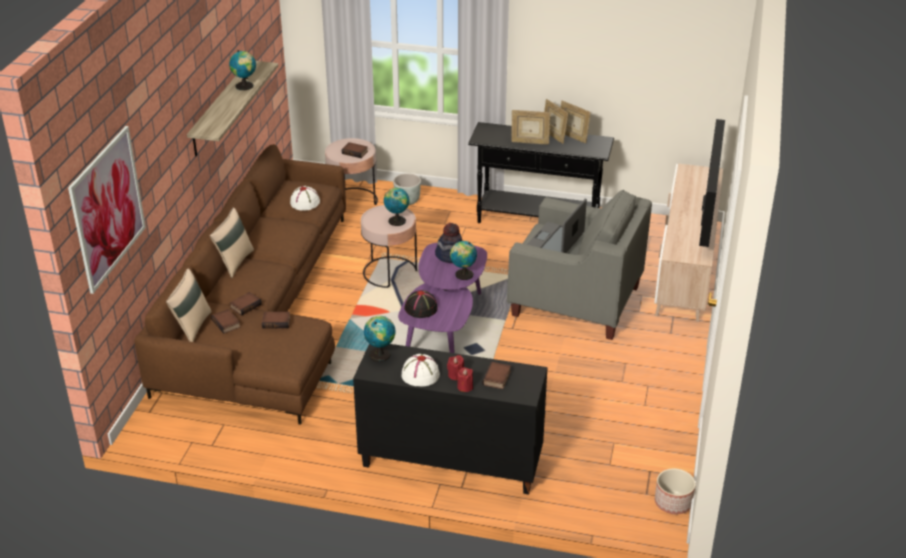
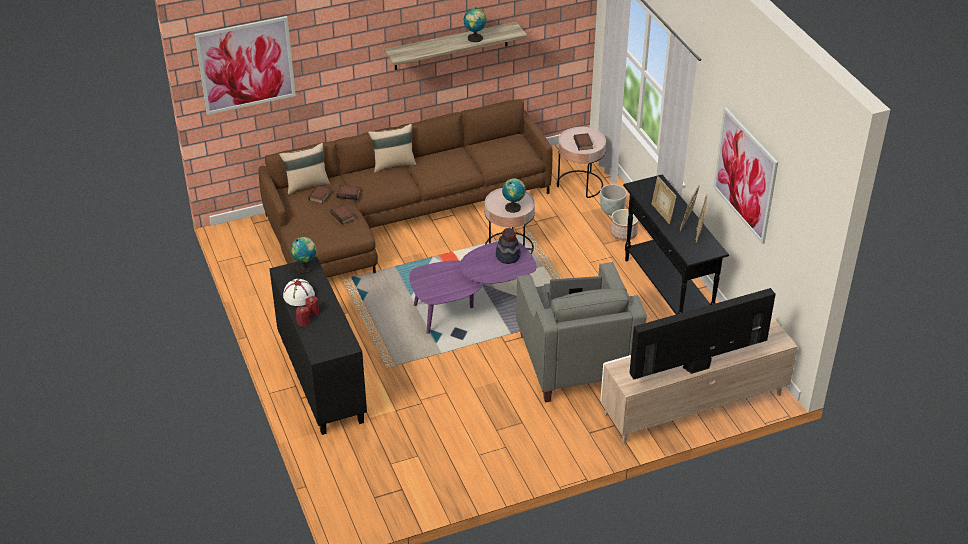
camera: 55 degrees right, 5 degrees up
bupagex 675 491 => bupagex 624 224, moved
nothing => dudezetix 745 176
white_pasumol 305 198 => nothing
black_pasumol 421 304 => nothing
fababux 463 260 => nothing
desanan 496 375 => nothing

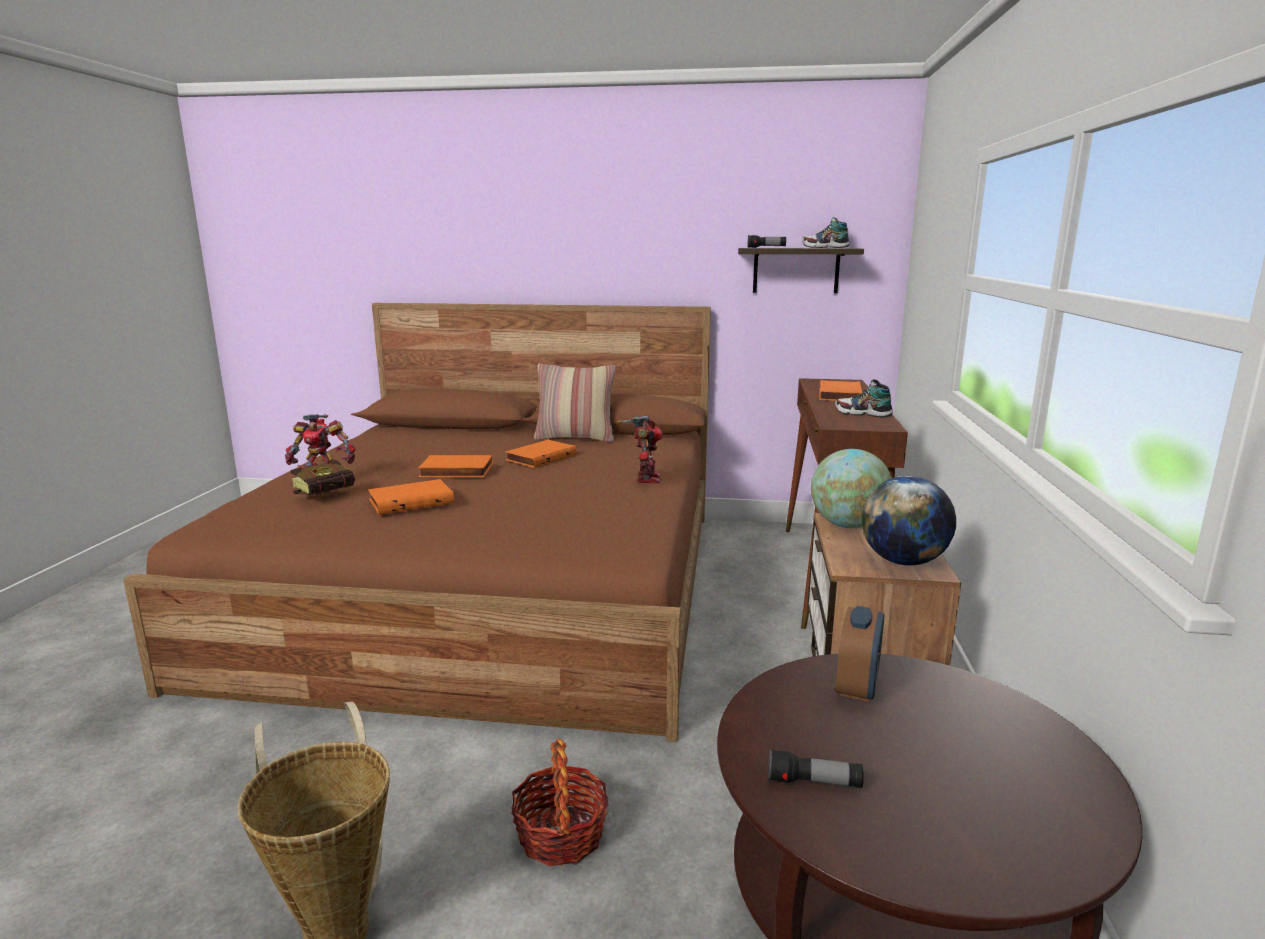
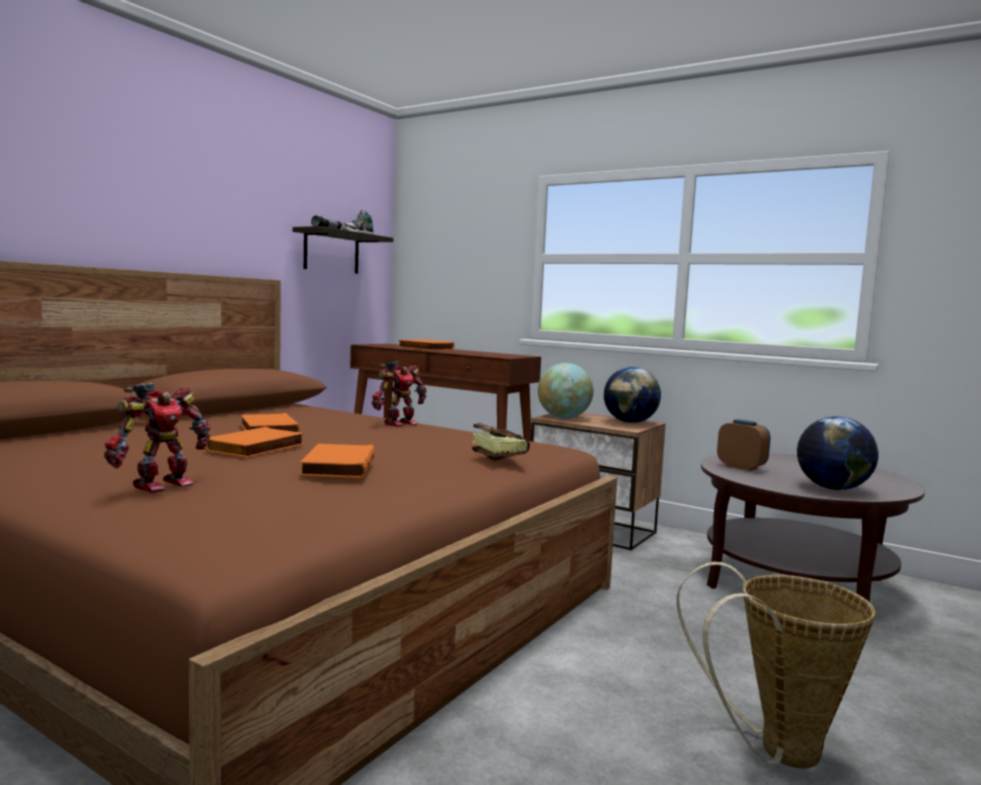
camera: 65 degrees left, 10 degrees down
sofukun 639 449 => sofukun 399 394, 105 degrees clockwise
desanan 323 477 => desanan 501 442, moved
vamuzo 816 768 => fababux 837 453
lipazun 560 802 => nothing
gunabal 575 402 => nothing
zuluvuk 864 398 => nothing

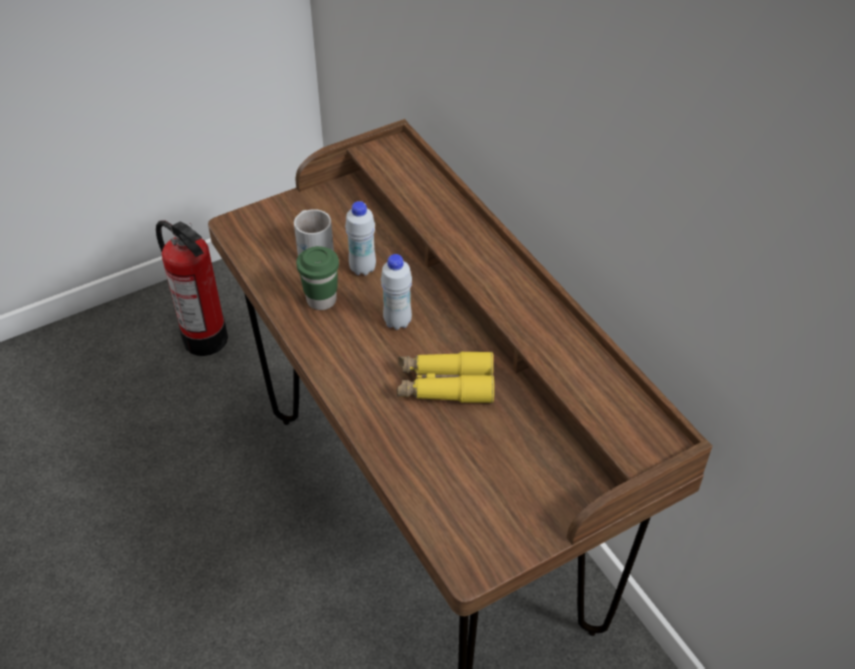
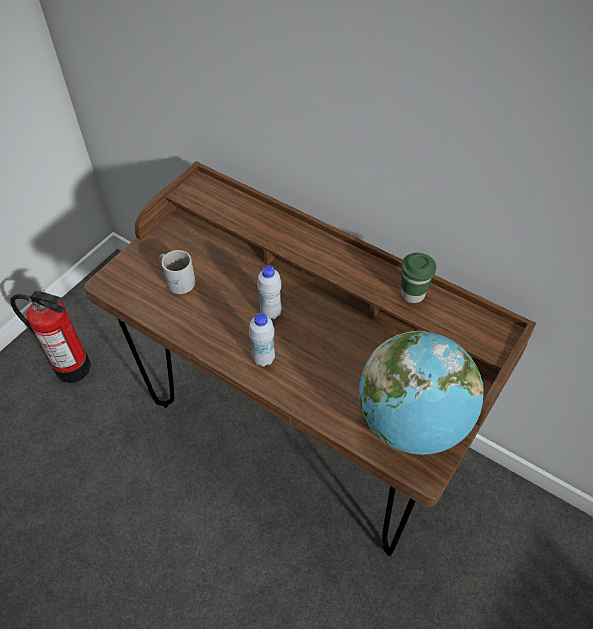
camera: 25 degrees left, 5 degrees up
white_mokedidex 360 238 => white_mokedidex 262 340, moved
nothing => fababux 421 393
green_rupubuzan 317 278 => green_rupubuzan 418 278, moved
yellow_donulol 445 377 => nothing

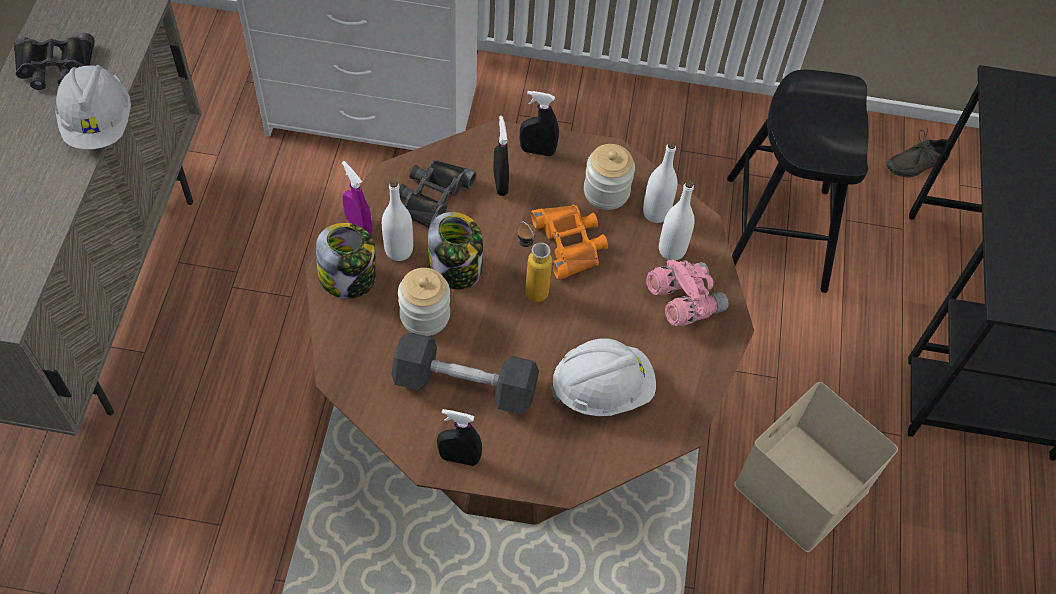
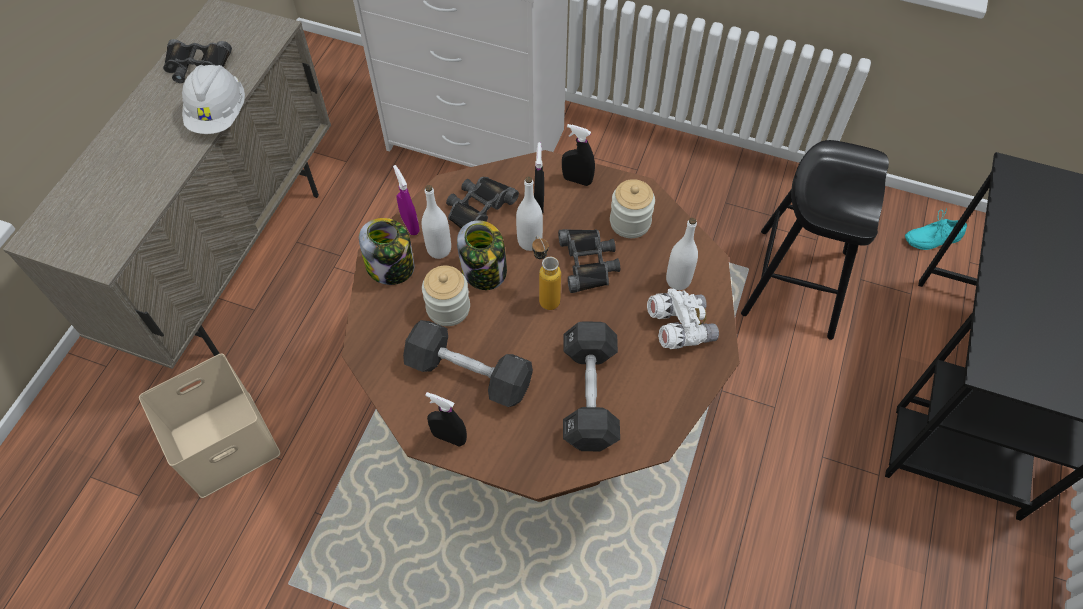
camera: 15 degrees right, 0 degrees up
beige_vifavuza 816 467 => beige_vifavuza 209 426, moved
white_mokedidex 660 182 => white_mokedidex 529 214, moved
orange_donulol 569 242 => black_donulol 589 261
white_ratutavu 603 377 => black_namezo 591 386
pink_donulol 687 293 => white_donulol 683 318
grey_zuluvuk 918 152 => turquoise_zuluvuk 936 229

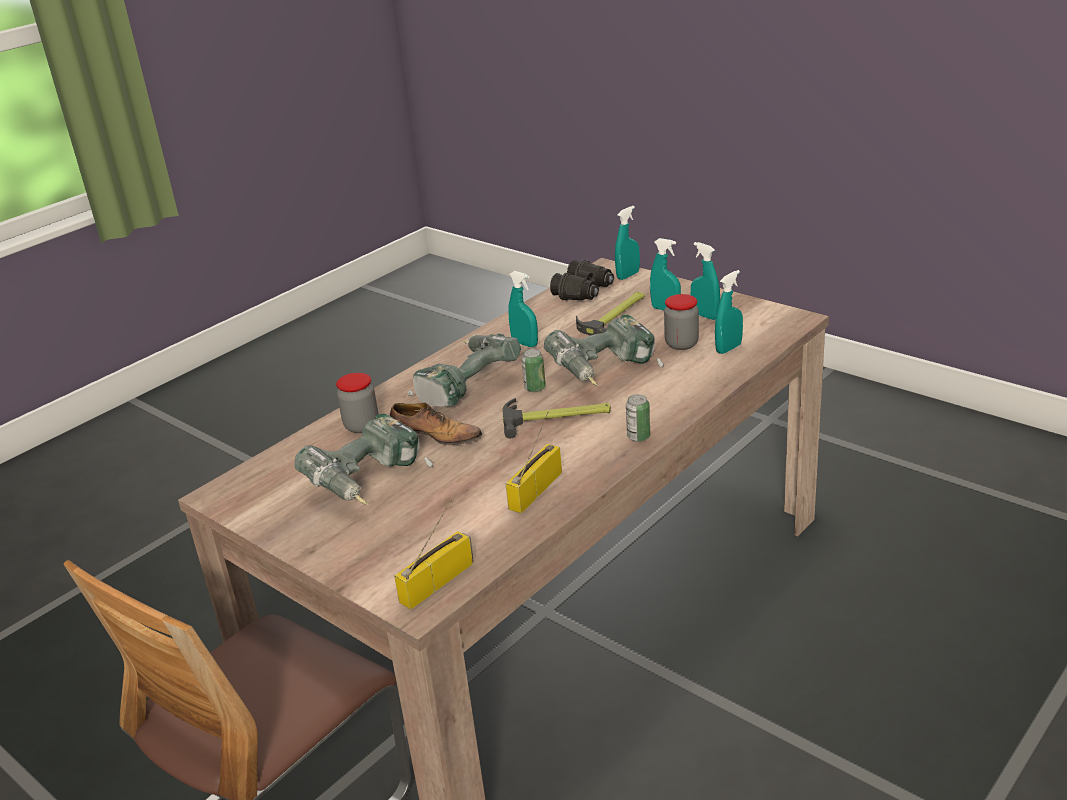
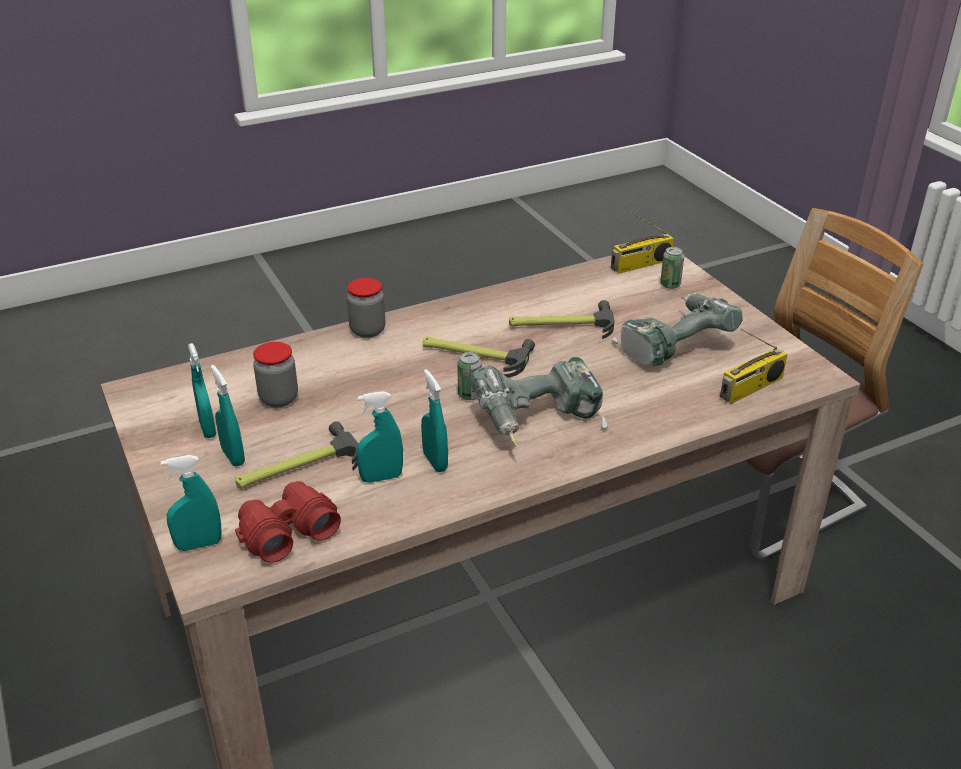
camera: 160 degrees left, 5 degrees up
black_donulol 582 280 => red_donulol 288 522
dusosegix 357 403 => dusosegix 366 308, moved
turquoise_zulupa 729 312 => turquoise_zulupa 379 437, moved
nothing => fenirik 562 319
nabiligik 638 418 => nabiligik 672 268, moved
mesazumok 534 462 => mesazumok 753 366, moved
zuluvuk 436 424 => nothing
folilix 604 350 => nothing

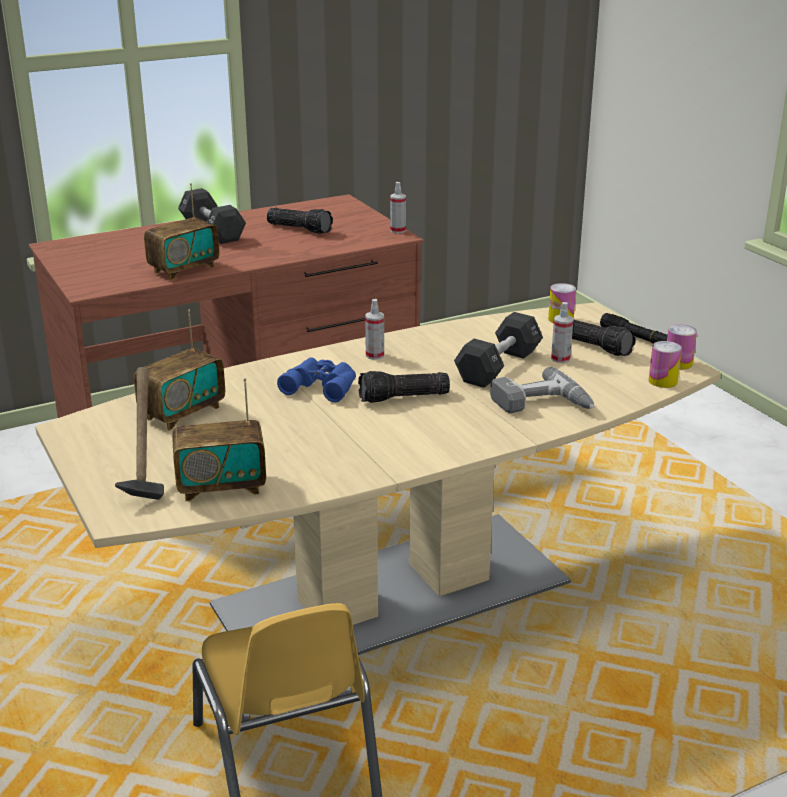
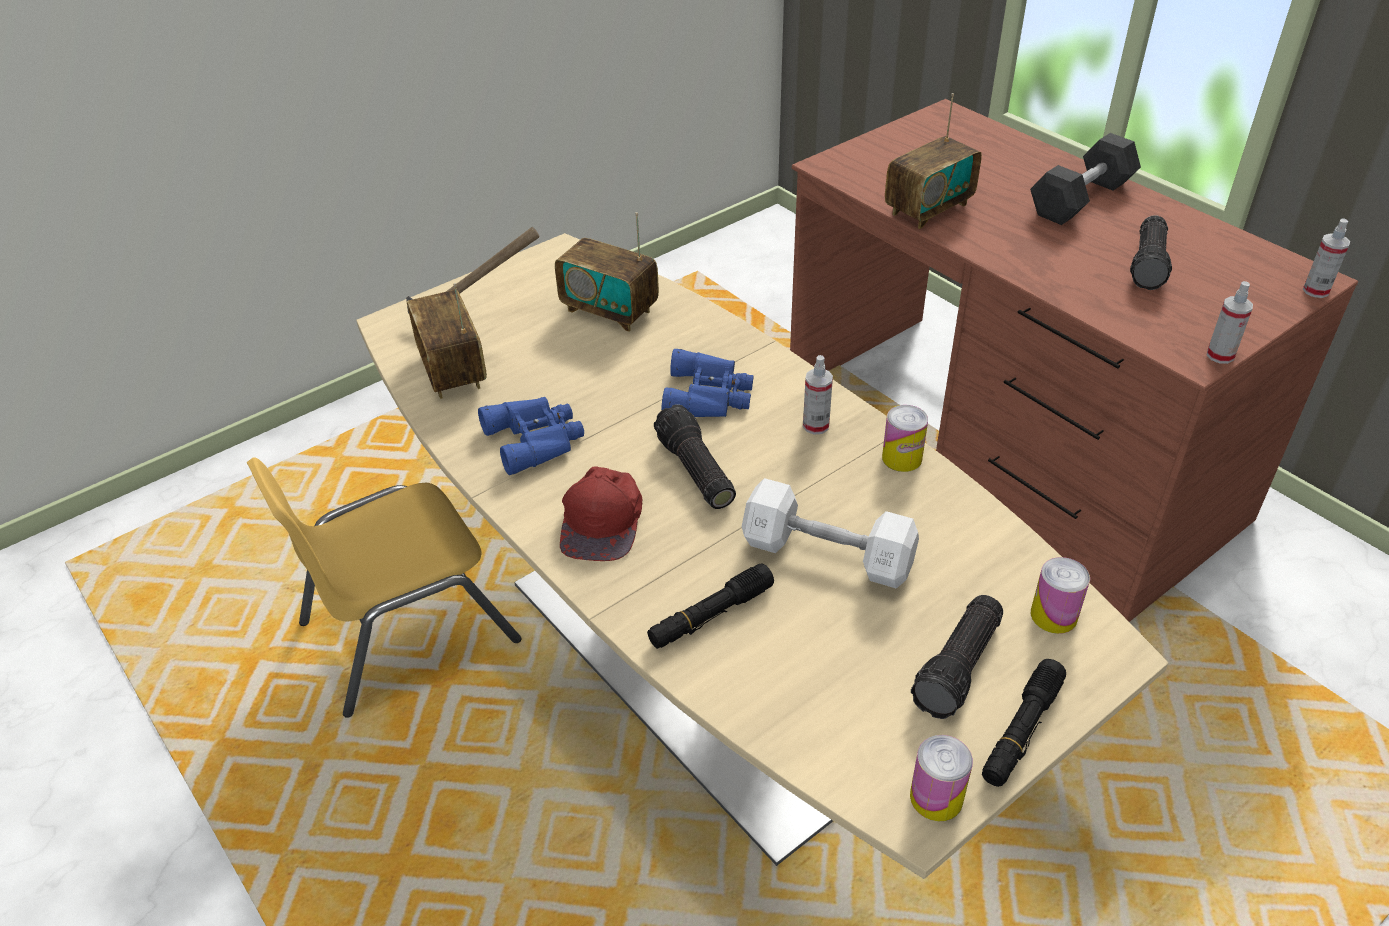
camera: 80 degrees right, 15 degrees up
nothing => blue_donulol 531 436
nothing => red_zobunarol 601 513
folilix 542 390 => black_vamuzo 710 606
black_namezo 498 350 => white_namezo 830 533
nabiligik 665 364 => nabiligik 905 438, moved
mesazumok 181 231 => mesazumok 933 161, 75 degrees counterclockwise
zulupa 562 332 => zulupa 1326 258, moved

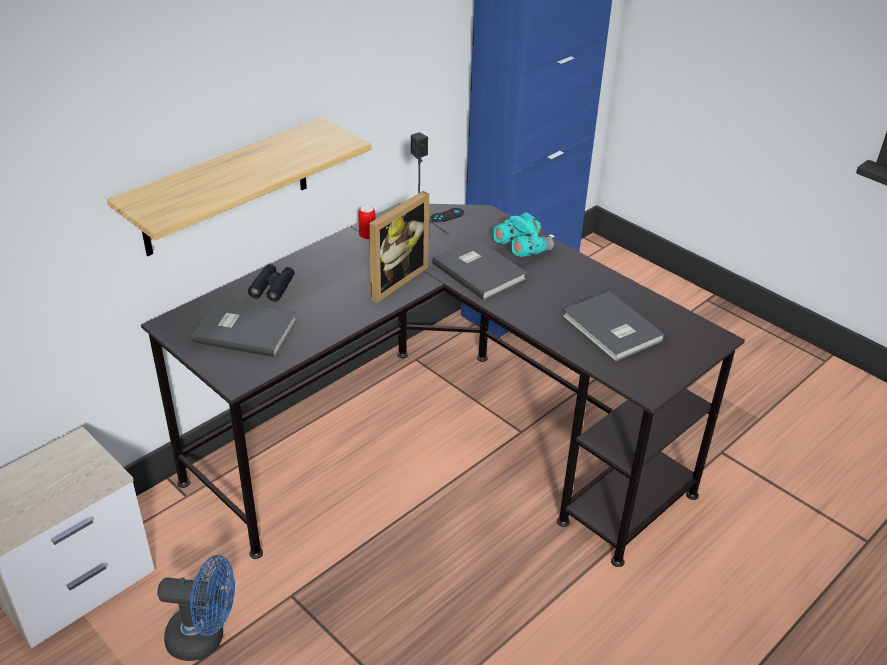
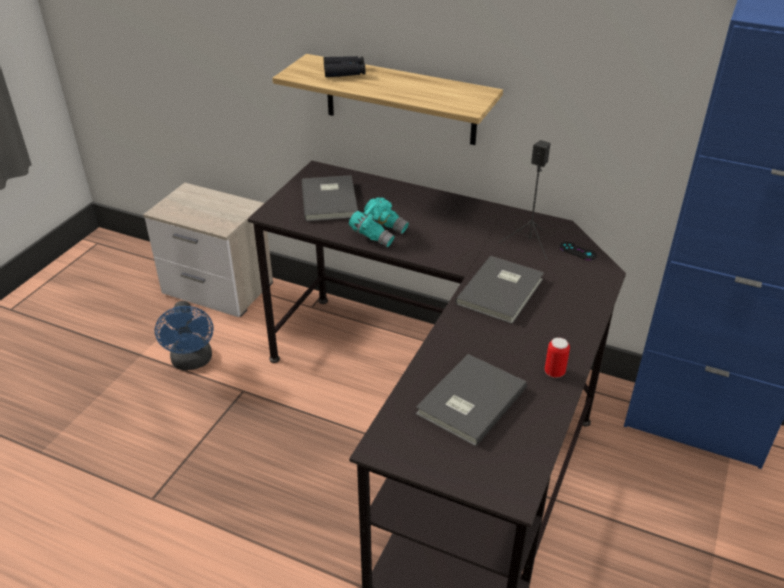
camera: 70 degrees right, 0 degrees up
black_donulol 271 283 => black_donulol 345 66, moved
turquoise_donulol 523 234 => turquoise_donulol 379 222, moved
nabiligik 366 222 => nabiligik 557 358, moved
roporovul 399 247 => nothing

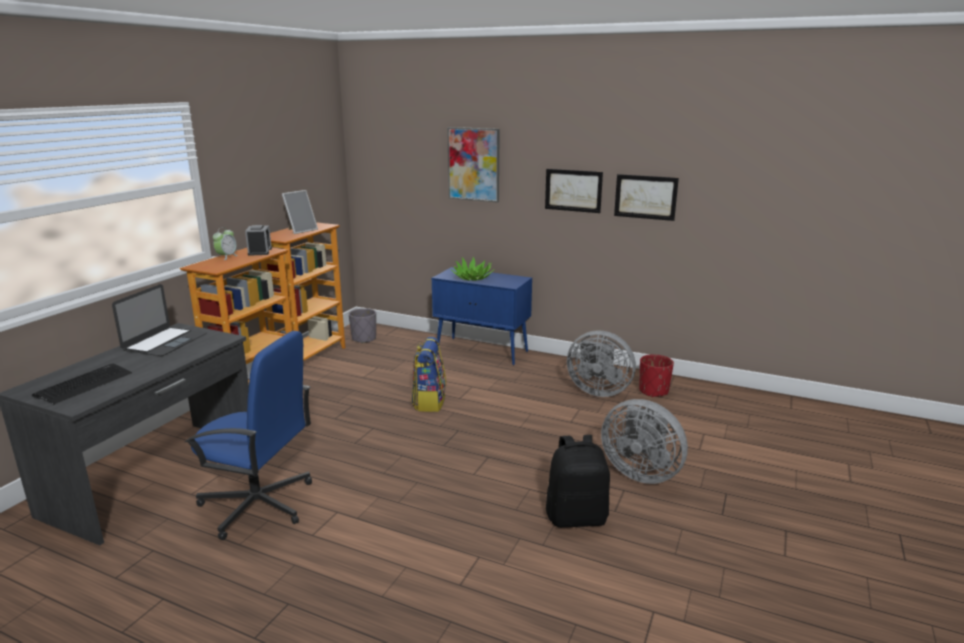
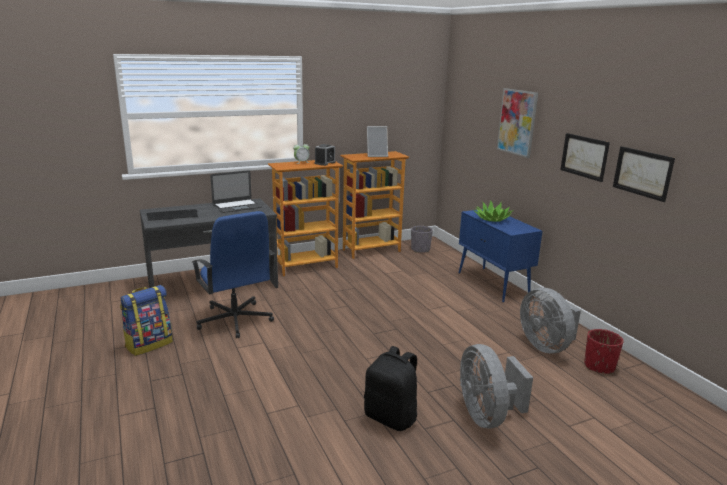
camera: 40 degrees right, 0 degrees up
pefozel 428 374 => pefozel 146 320, moved

